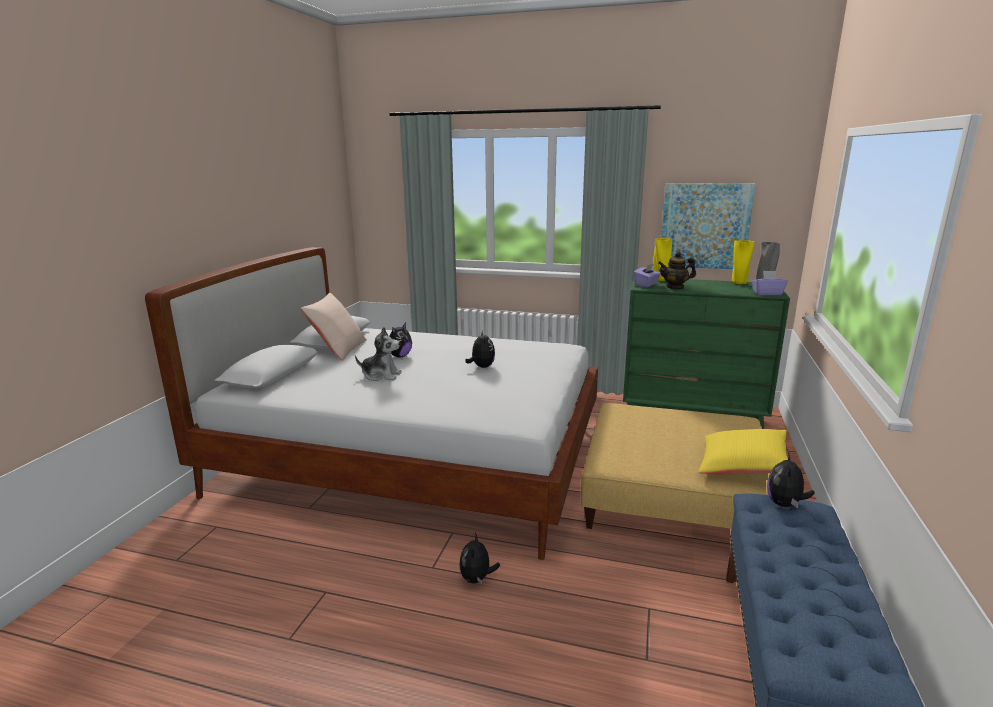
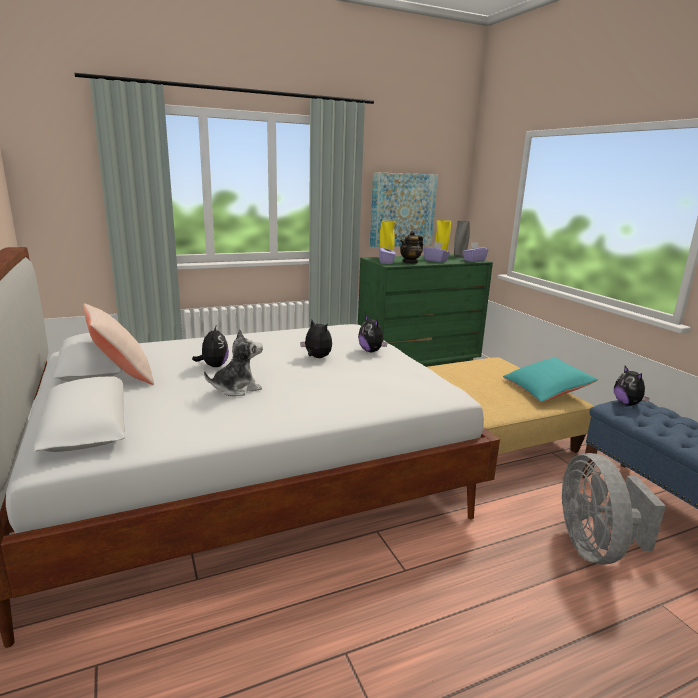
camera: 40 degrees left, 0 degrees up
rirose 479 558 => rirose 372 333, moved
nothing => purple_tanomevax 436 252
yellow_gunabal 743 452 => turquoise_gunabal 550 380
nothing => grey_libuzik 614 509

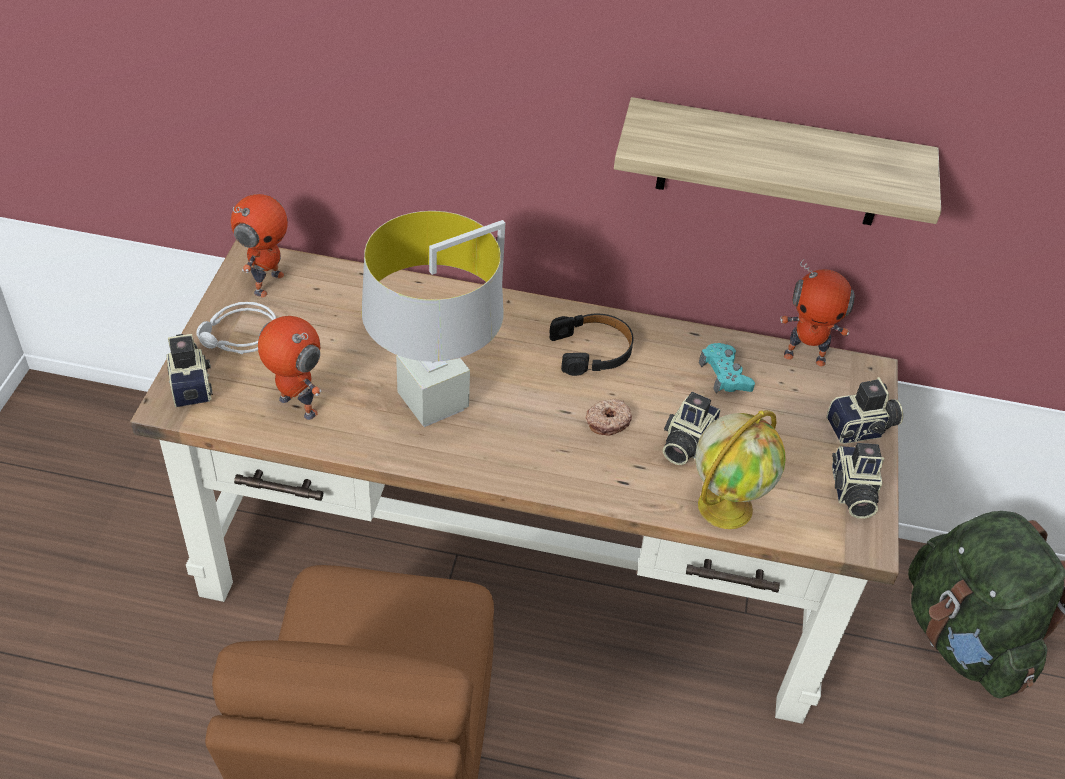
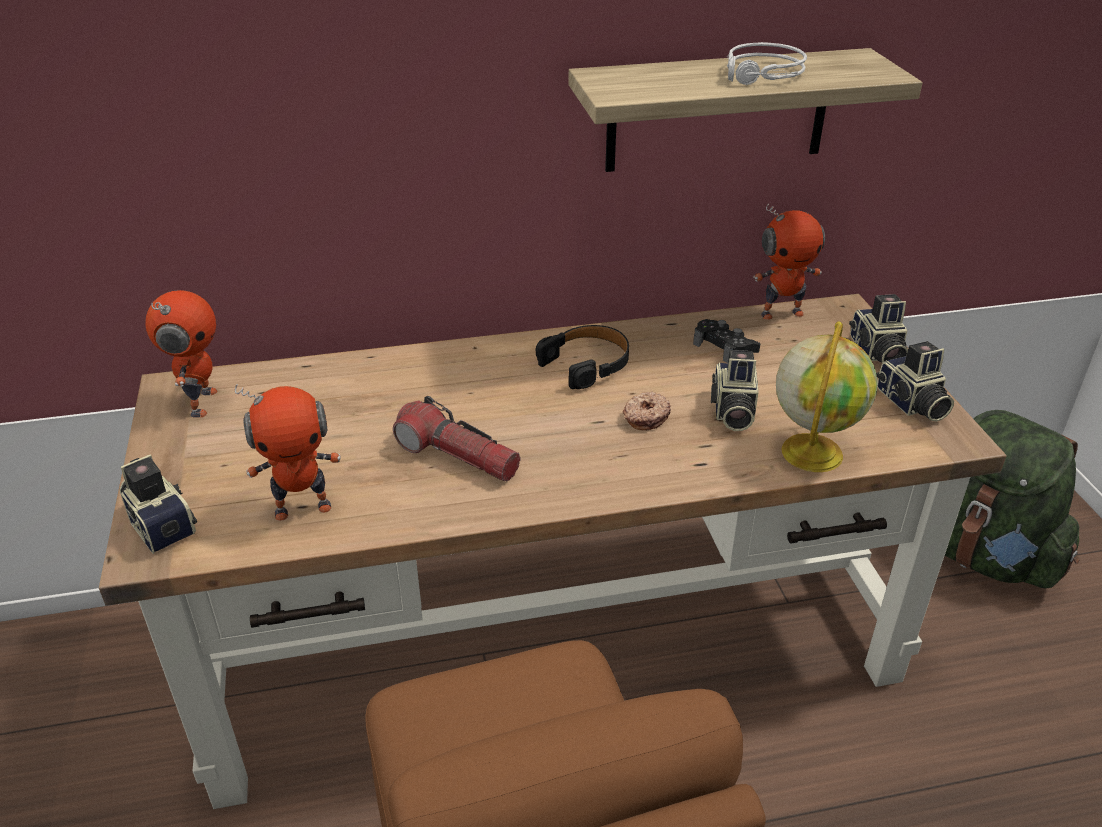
camera: 20 degrees left, 10 degrees down
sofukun 289 368 => sofukun 288 452, 150 degrees clockwise
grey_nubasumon 433 319 => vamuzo 457 438
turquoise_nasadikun 727 368 => black_nasadikun 726 341
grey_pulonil 236 328 => grey_pulonil 767 63, moved
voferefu 864 410 => voferefu 878 328, 120 degrees clockwise

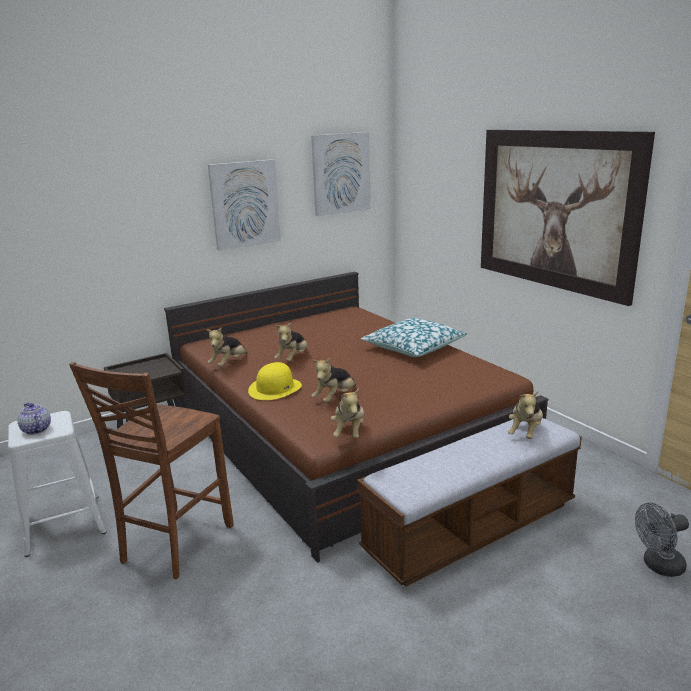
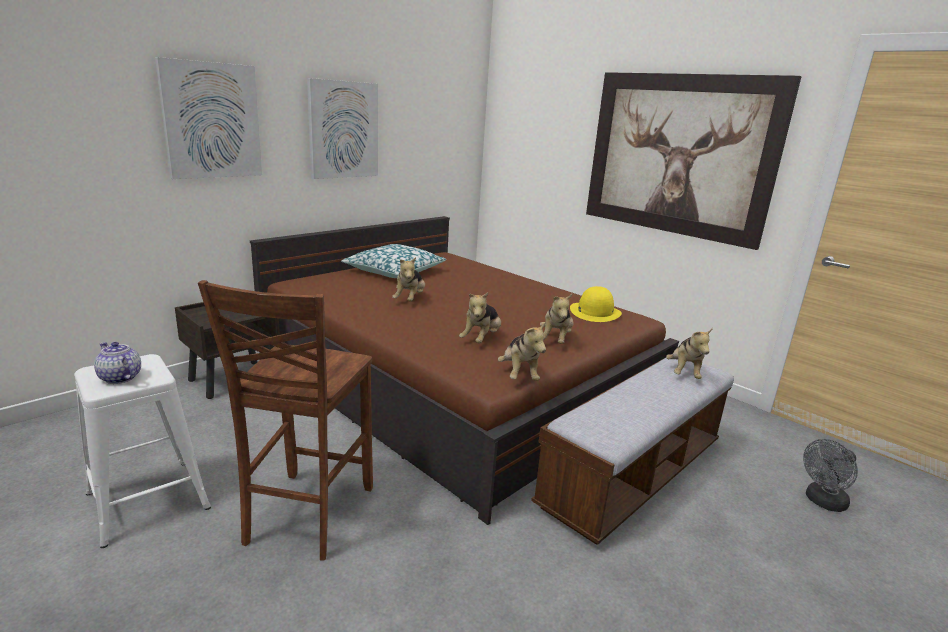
camera: 15 degrees left, 0 degrees up
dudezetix 341 174 => dudezetix 208 118, moved
gunabal 414 337 => gunabal 393 261, moved
rirose 227 347 => rirose 556 319, moved
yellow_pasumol 275 381 => yellow_pasumol 596 304, moved

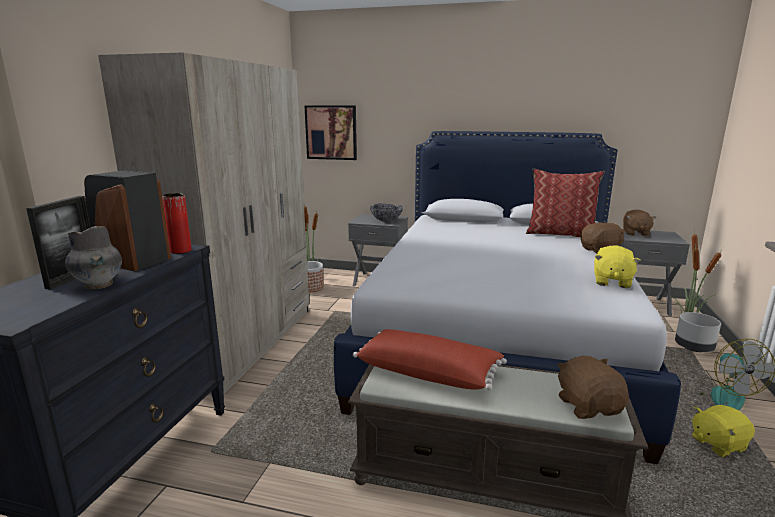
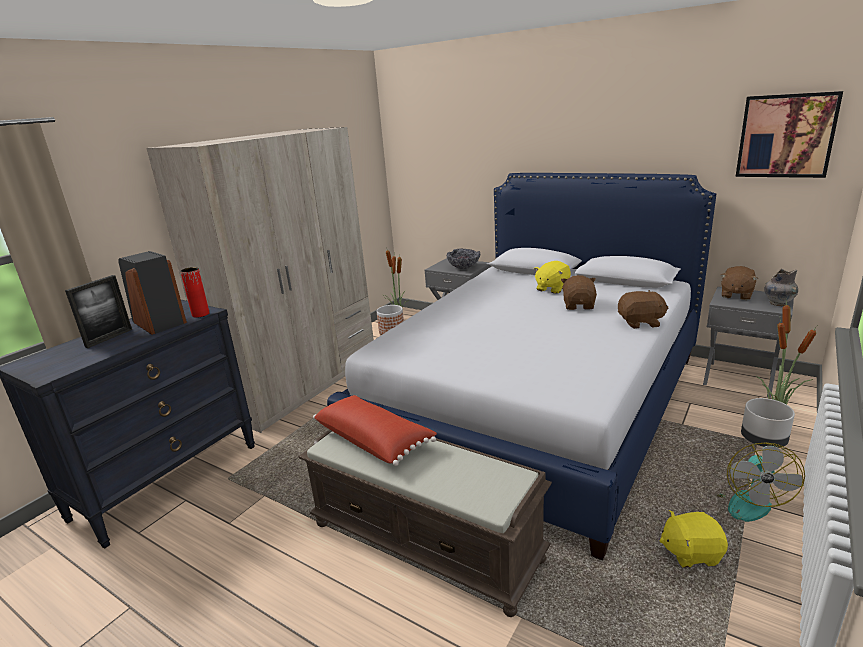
camera: 20 degrees right, 5 degrees up
yellow_rirose 617 266 => yellow_rirose 552 277, moved
brown_rirose 593 387 => brown_rirose 579 292, moved
dudezetix 330 132 => dudezetix 789 134, moved
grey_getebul 93 257 => grey_getebul 781 287, moved
gunabal 565 203 => nothing

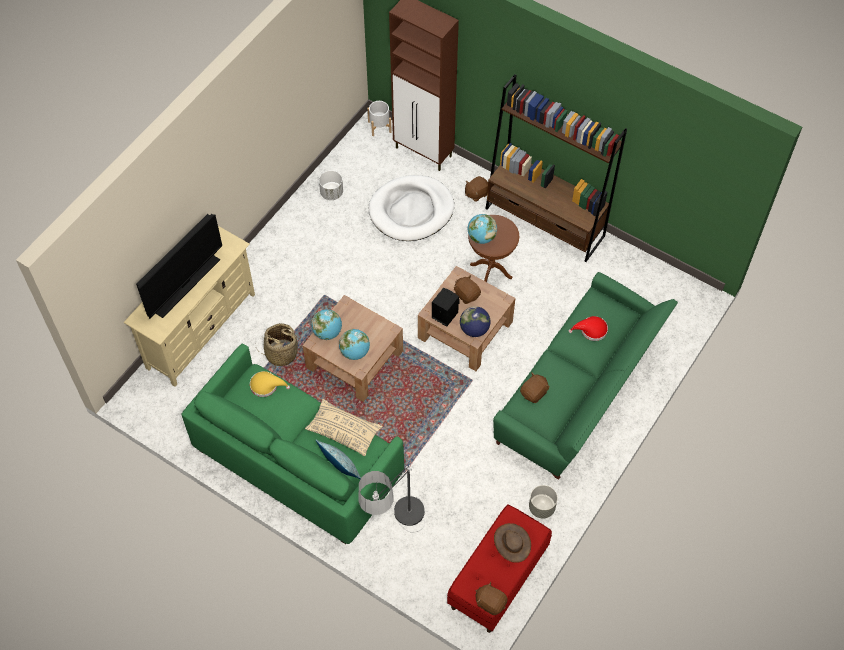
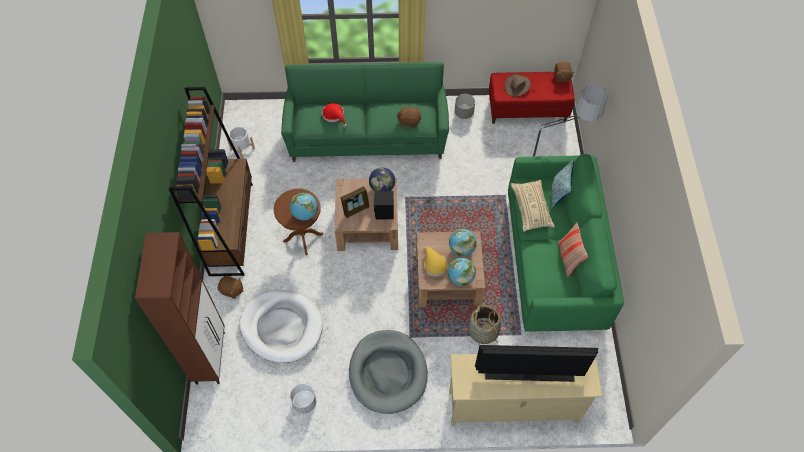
camera: 125 degrees left, 0 degrees up
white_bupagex 379 118 => white_bupagex 241 142, moved
brown_rirose 467 289 => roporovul 355 202
nothing => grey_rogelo 388 372
yellow_pasumol 270 384 => yellow_pasumol 435 262, moved
nothing => gunabal 572 249

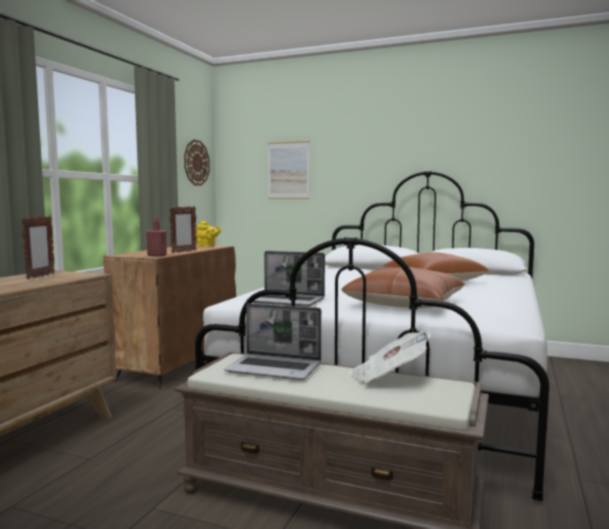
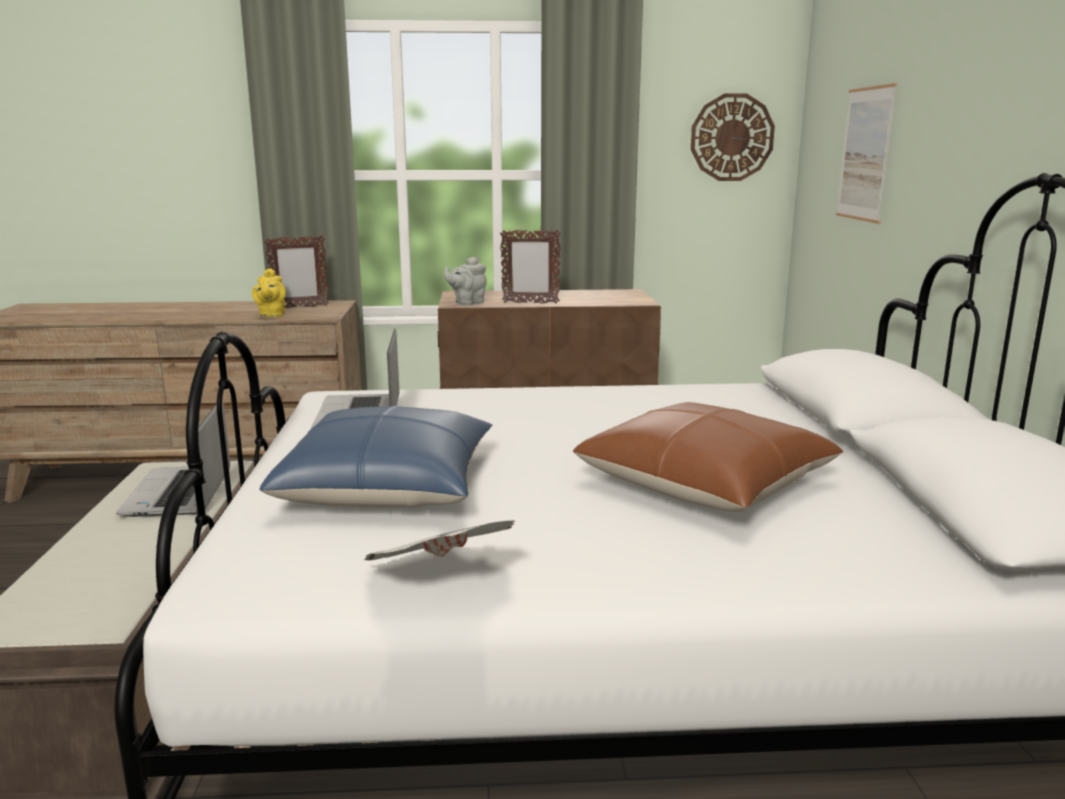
camera: 65 degrees right, 10 degrees up
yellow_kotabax 208 234 => yellow_kotabax 269 293, moved
brown_gunabal 403 287 => blue_gunabal 375 456
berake 389 357 => berake 439 541, moved
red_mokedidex 156 237 => grey_kotabax 465 281

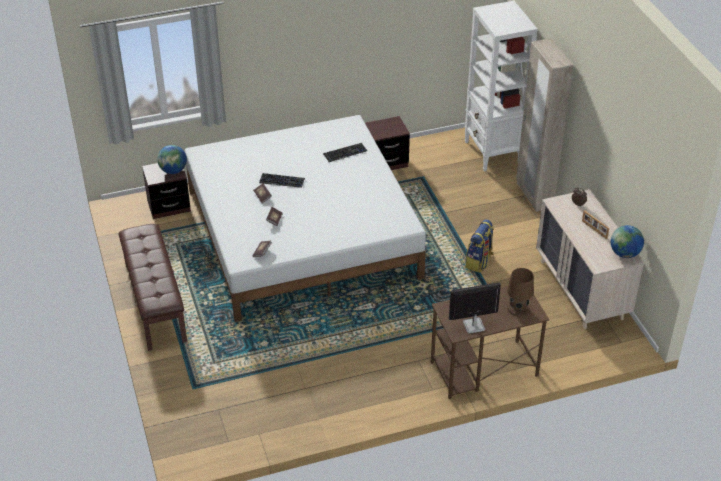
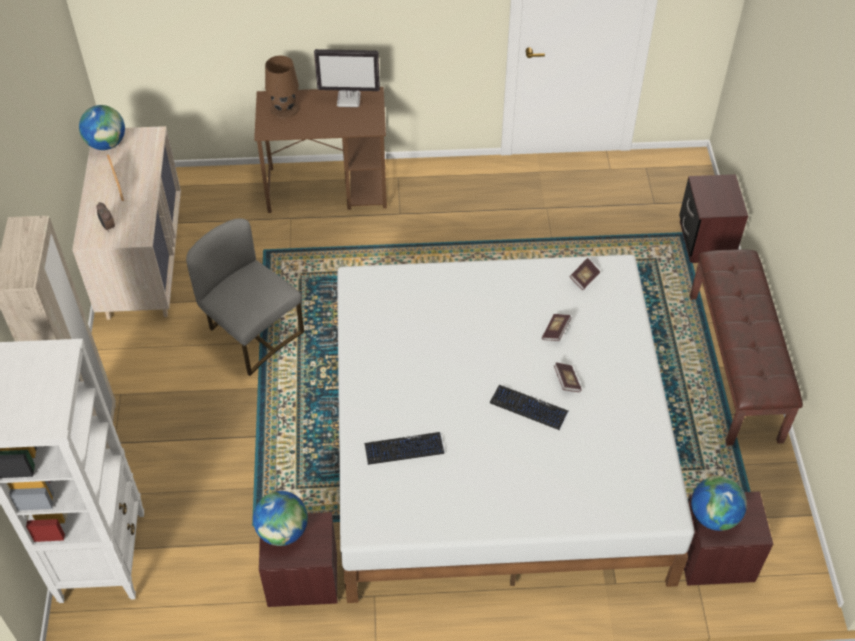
camera: 165 degrees left, 10 degrees up
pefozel 479 246 => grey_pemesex 245 297
nothing => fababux 280 518
nothing => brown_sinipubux 713 218

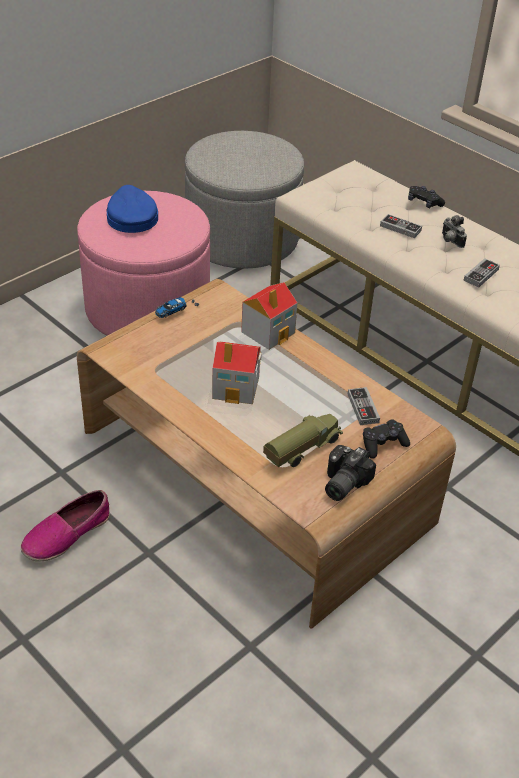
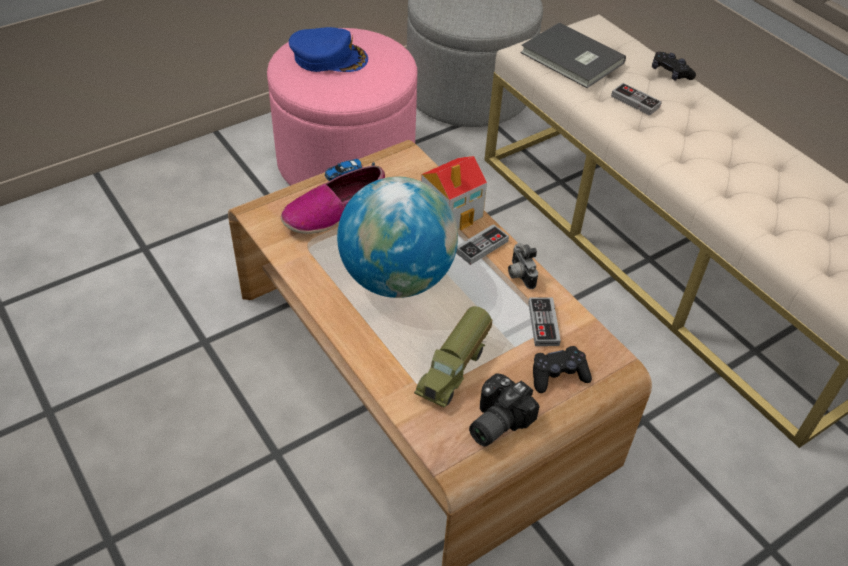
camera: 10 degrees right, 5 degrees up
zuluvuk 65 525 => zuluvuk 333 200, moved
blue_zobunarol 132 209 => blue_zobunarol 328 49, 105 degrees clockwise
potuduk 237 373 => fababux 397 237
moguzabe 303 440 => moguzabe 453 357, 150 degrees clockwise
nasadikun 481 273 => nasadikun 482 244, moved
voferefu 454 231 => voferefu 523 266, moved
nothing => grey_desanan 573 55

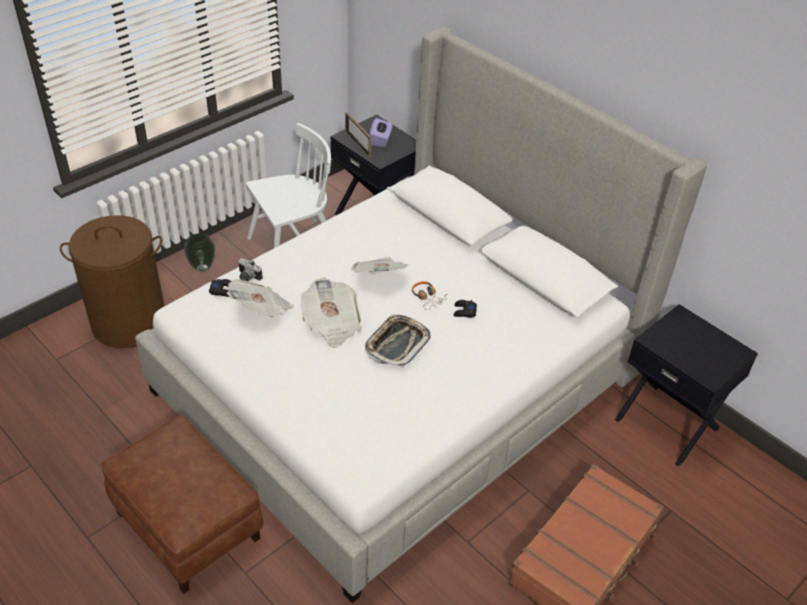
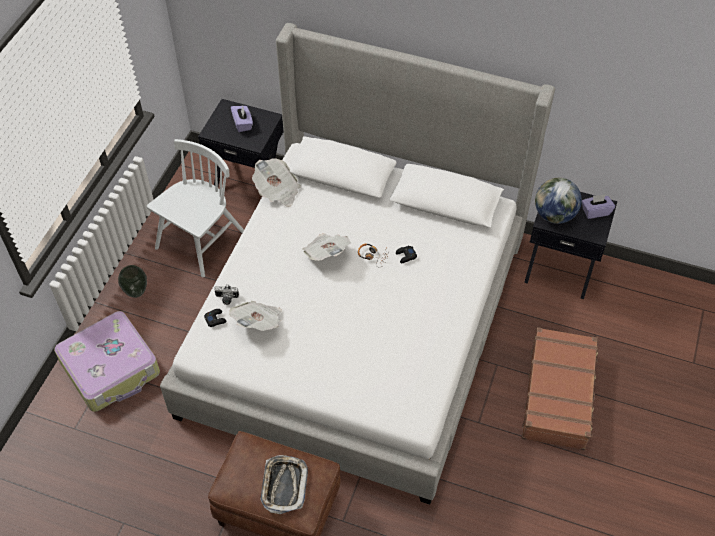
camera: 25 degrees left, 10 degrees up
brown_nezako 112 281 => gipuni 107 361
berake 332 312 => berake 276 182, moved
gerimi 397 341 => gerimi 284 484, moved
nothing => fababux 558 201
nothing => purple_tanomevax 598 206
roporovul 358 134 => nothing

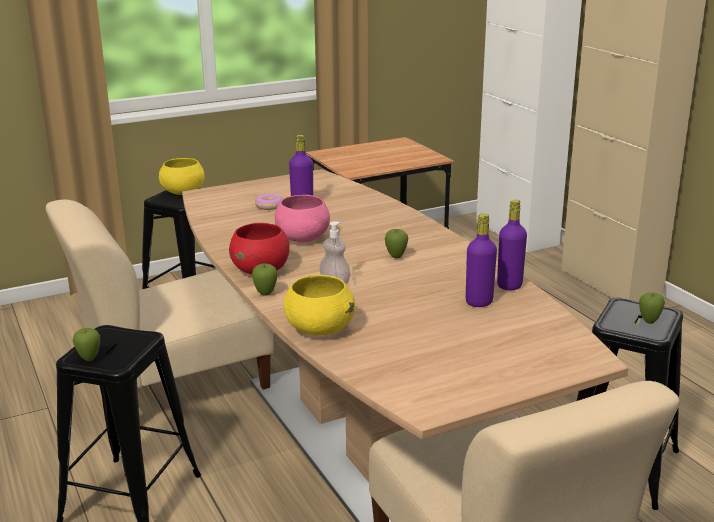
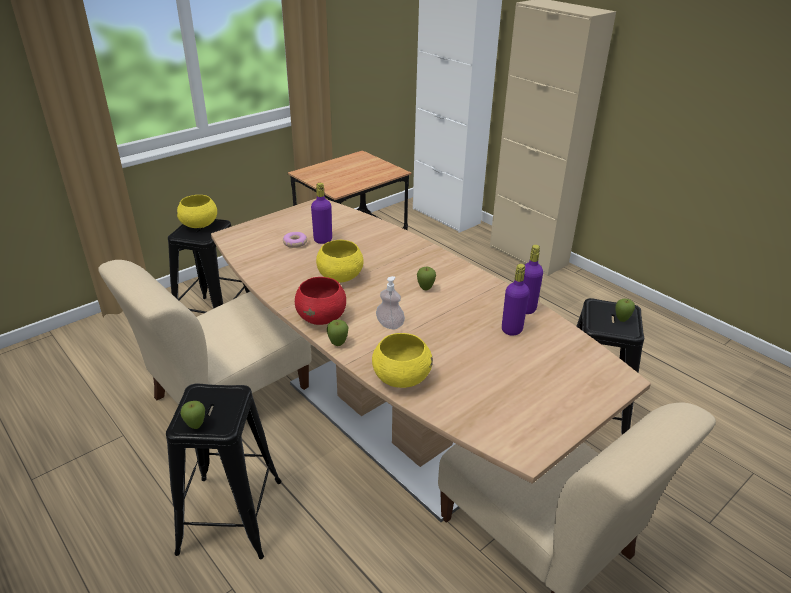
camera: 15 degrees left, 10 degrees up
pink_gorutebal 302 218 => yellow_gorutebal 340 261

